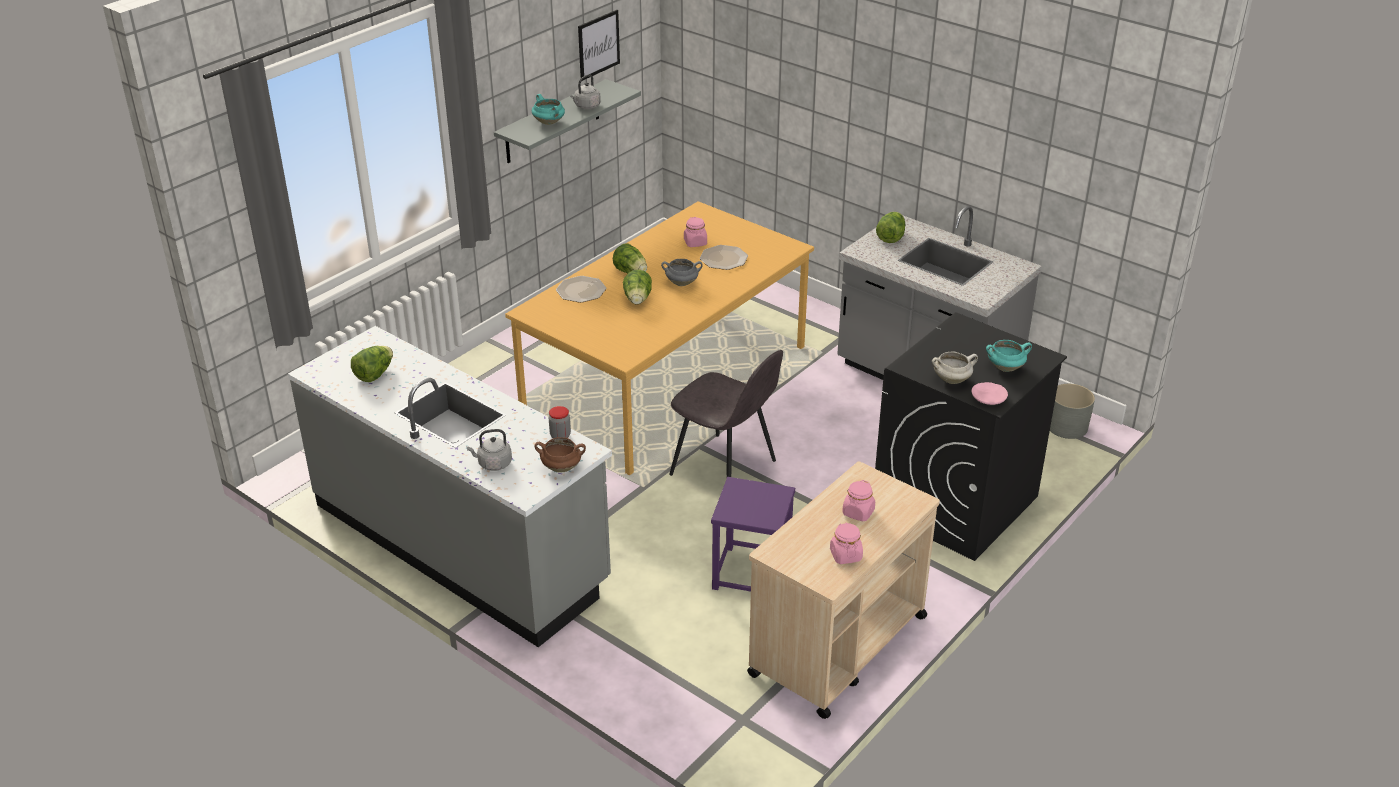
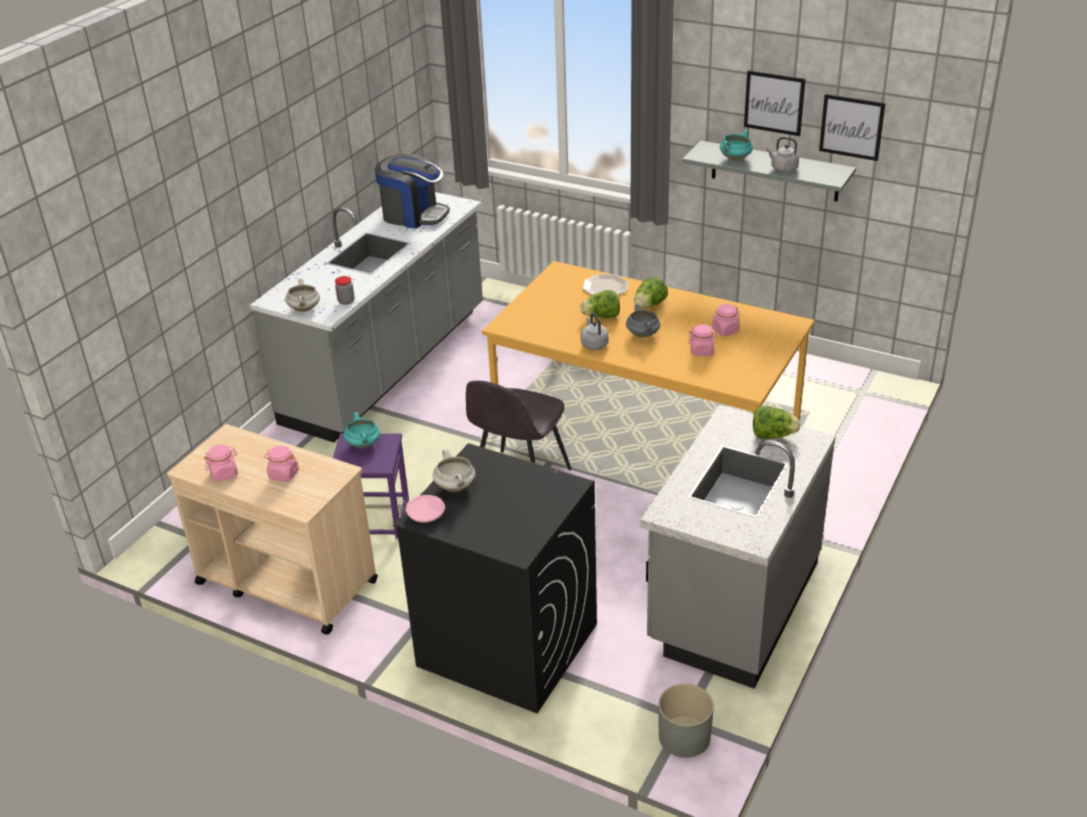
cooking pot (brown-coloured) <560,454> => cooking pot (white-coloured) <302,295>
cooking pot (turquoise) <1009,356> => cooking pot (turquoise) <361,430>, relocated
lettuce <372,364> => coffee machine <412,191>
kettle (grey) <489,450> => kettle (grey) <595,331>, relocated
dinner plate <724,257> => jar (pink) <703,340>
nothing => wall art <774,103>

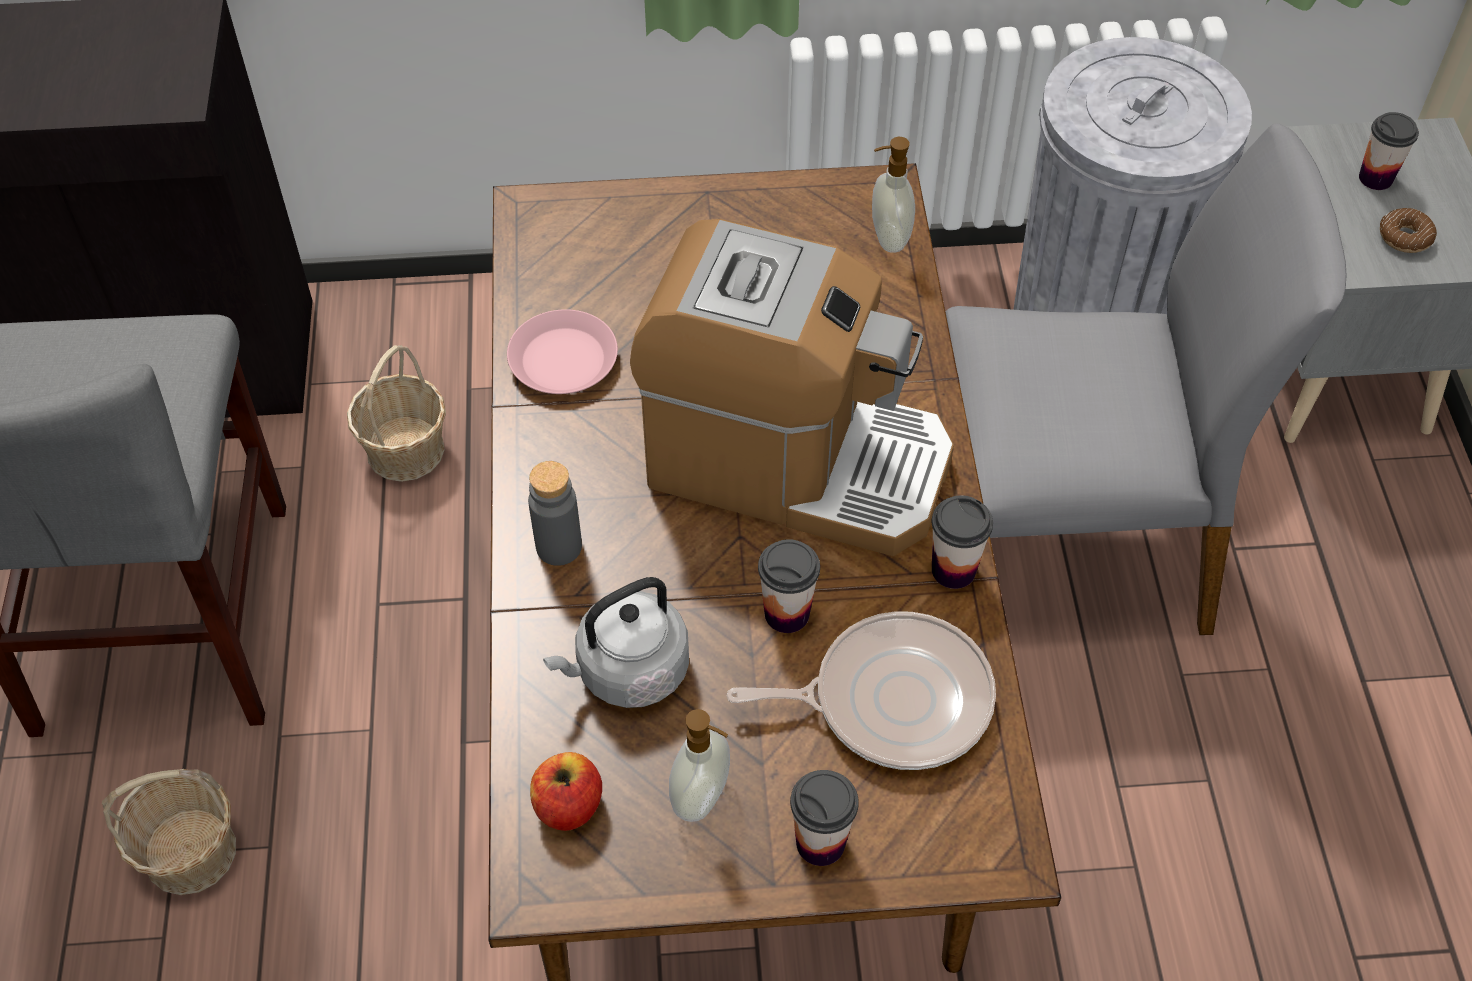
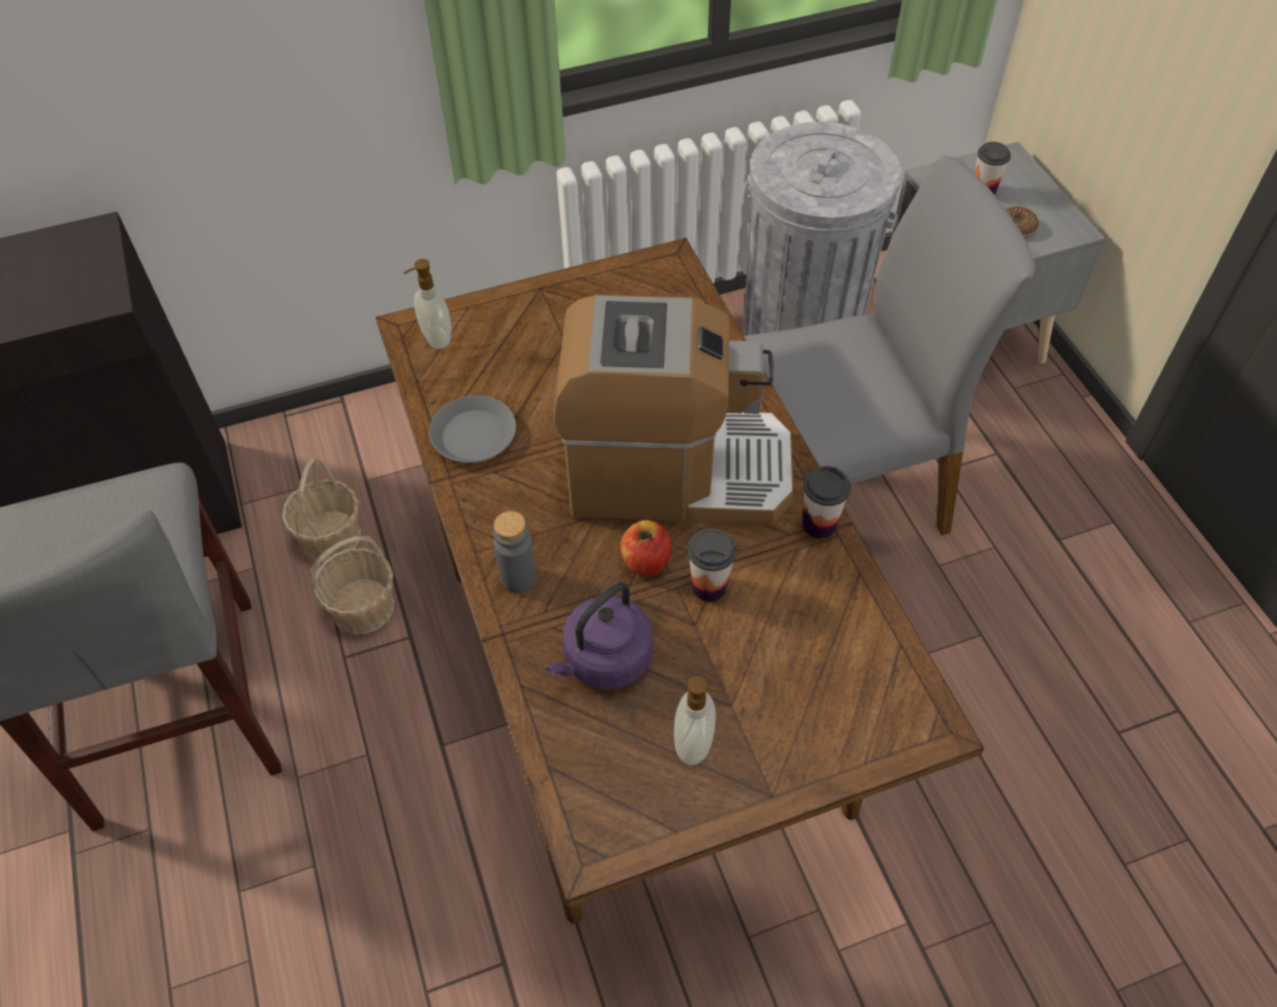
household basket <169,832> => household basket <351,585>, relocated
soap bottle <893,195> => soap bottle <427,304>, relocated
dinner plate (pink) <562,351> => dinner plate (grey) <472,429>
kettle (grey) <616,642> => kettle (purplish) <599,635>
apple <566,791> => apple <646,548>, relocated
skillet <861,690> => nothing
cup <824,818> => nothing

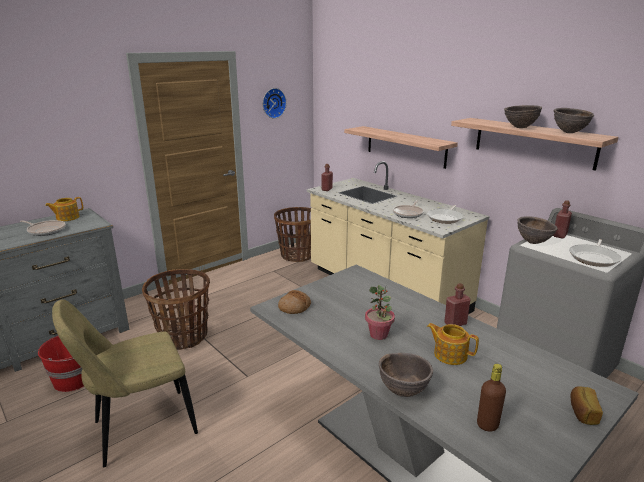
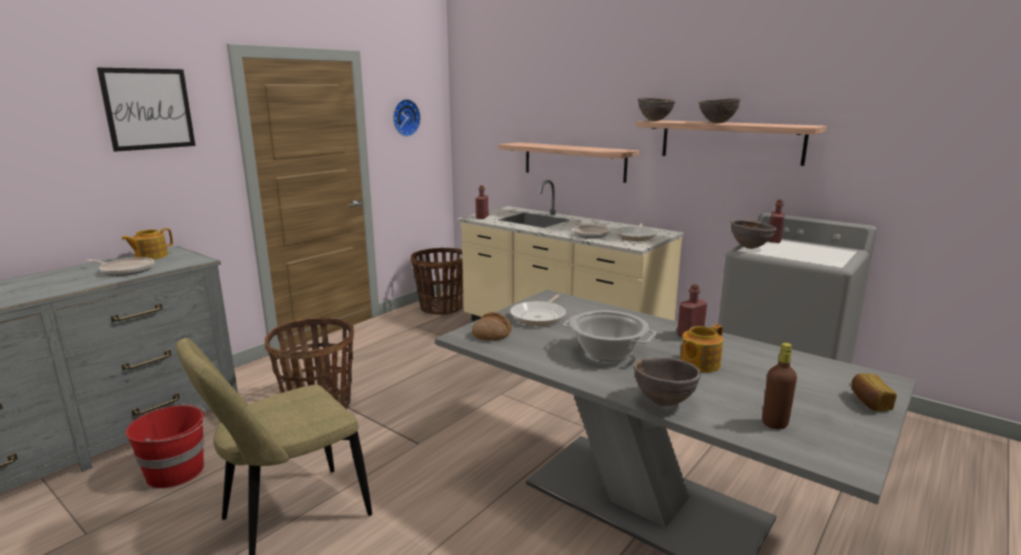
nothing => wall art <146,110>
skillet <595,253> => skillet <538,310>, relocated
potted plant <380,312> => cooking pot <609,336>
serving bowl (brown-coloured) <574,120> => serving bowl (brown-coloured) <656,109>, relocated
pot for tea <453,344> => pot for tea <701,348>, 60 degrees counterclockwise

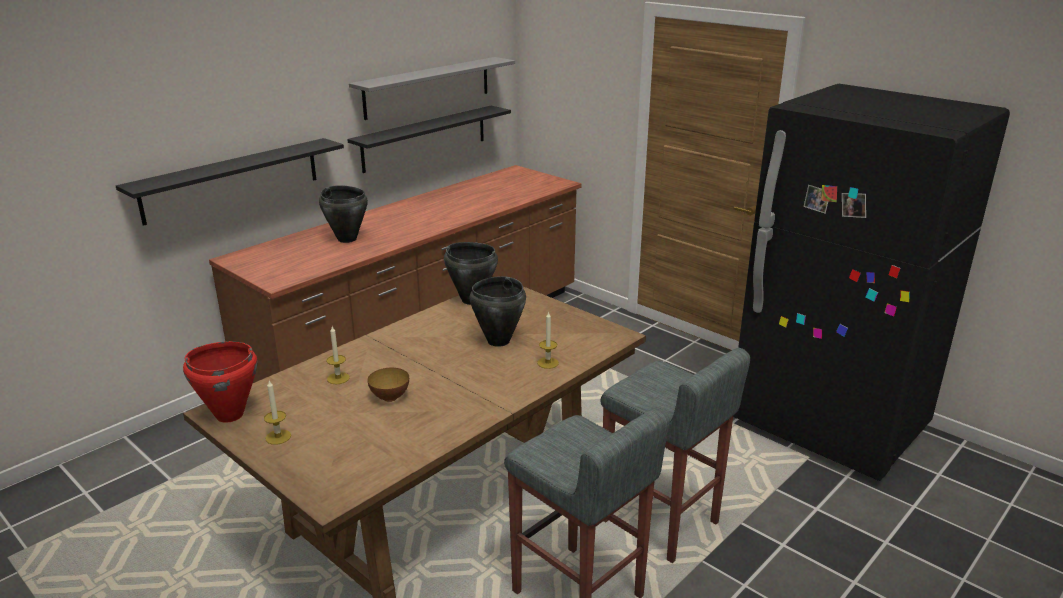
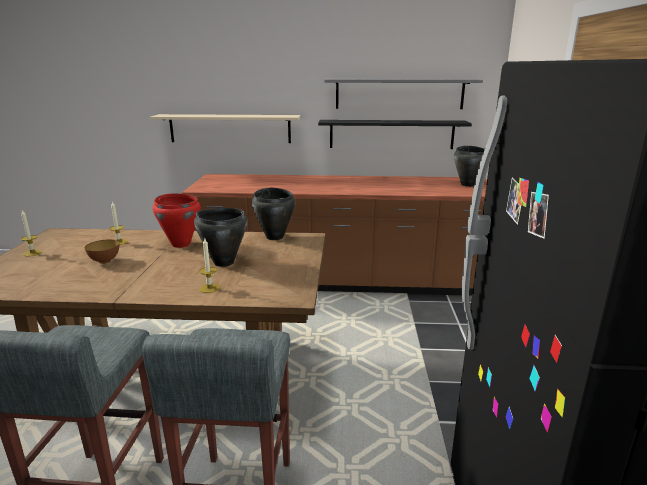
wall shelf (black-coloured) <230,182> => wall shelf (beige-coloured) <225,128>
cooking pot (red-coloured) <220,382> => cooking pot (red-coloured) <177,221>, relocated
cooking pot (black-coloured) <343,214> => cooking pot (black-coloured) <469,166>, relocated

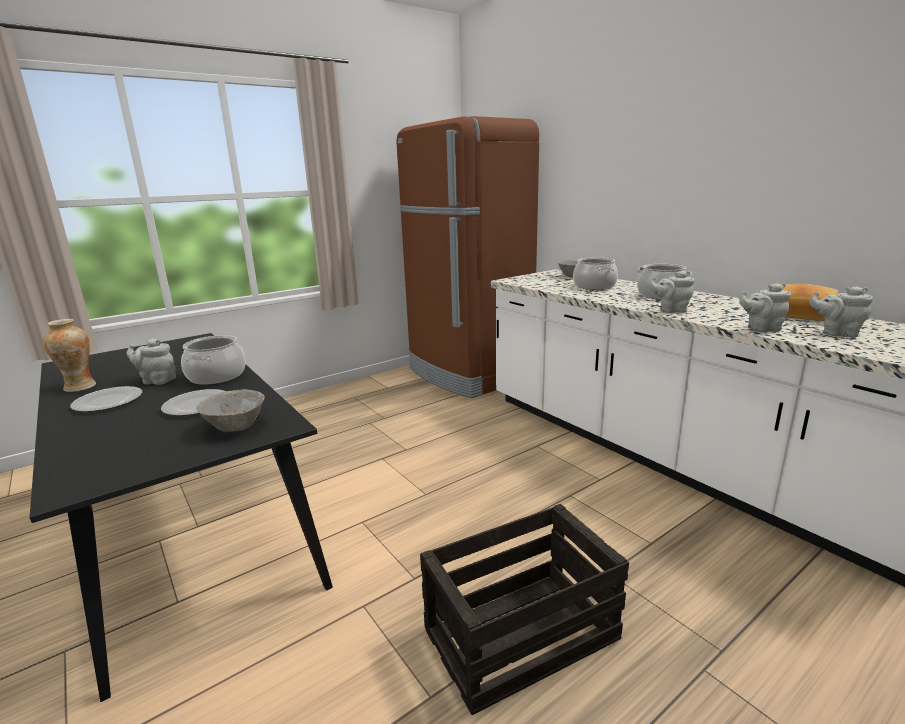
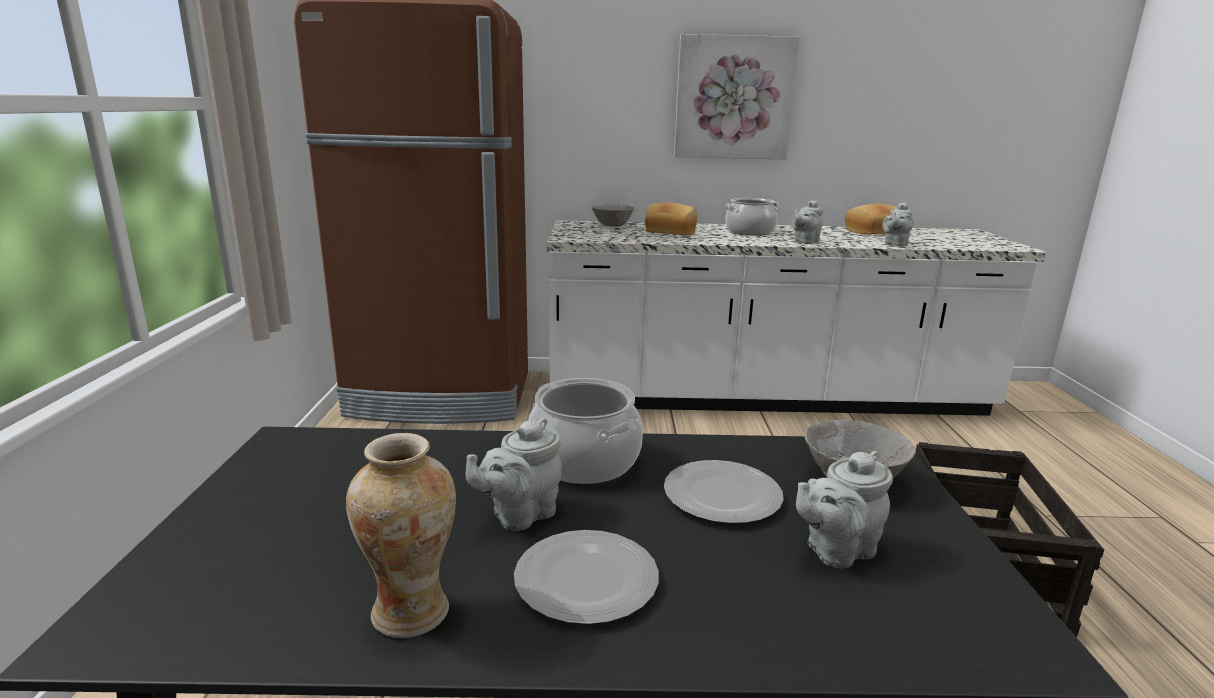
cooking pot <595,274> => baked bread <671,219>
nothing => wall art <736,97>
pot for tea (grey) <841,311> => pot for tea (grey) <844,509>, relocated

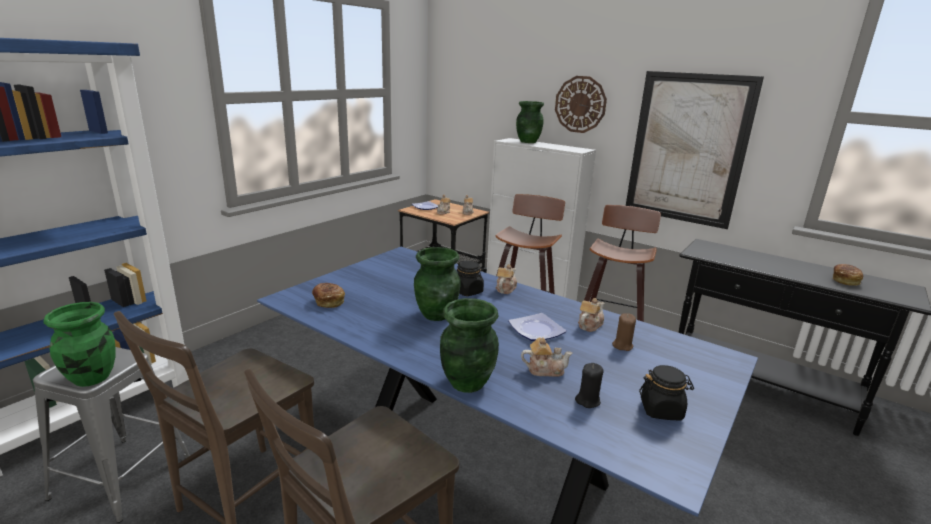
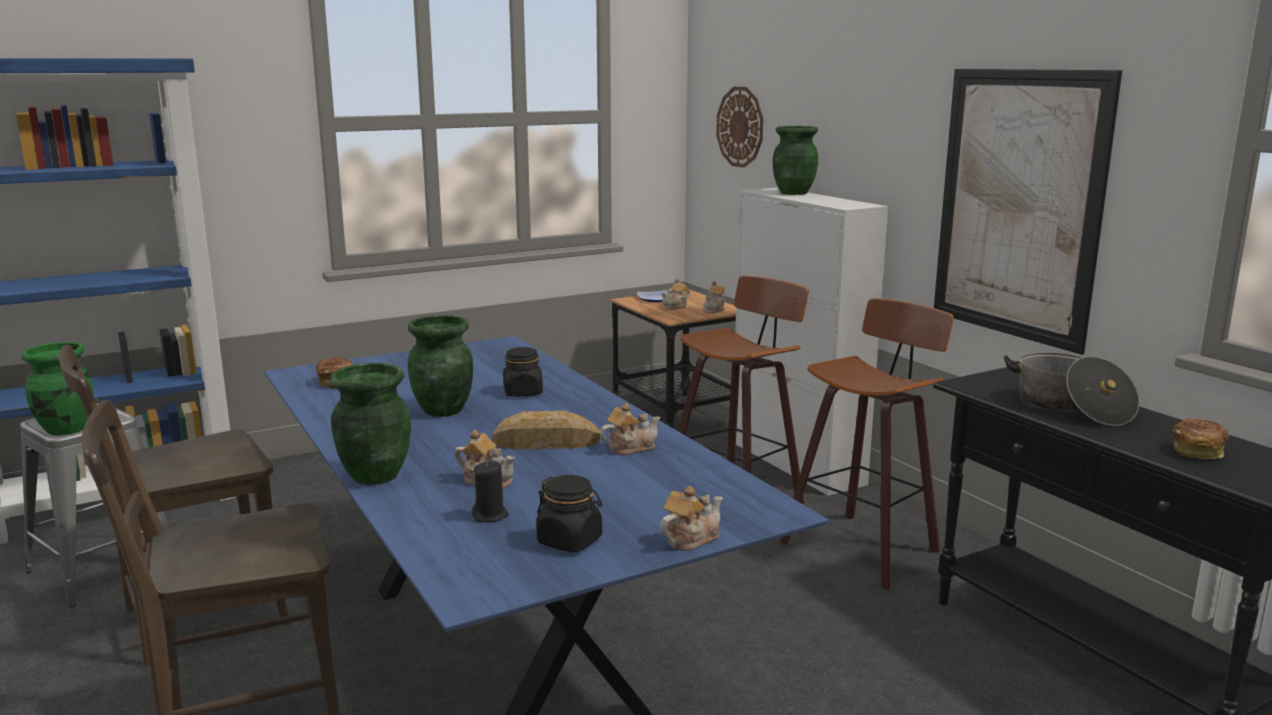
dinner plate <537,327> => baked bread <546,430>
pot for tea <506,279> => pot for tea <691,518>, relocated
clock on the wall <581,104> => clock on the wall <739,127>, relocated
nothing => cooking pot <1072,389>
candle (brown-coloured) <624,332> => nothing

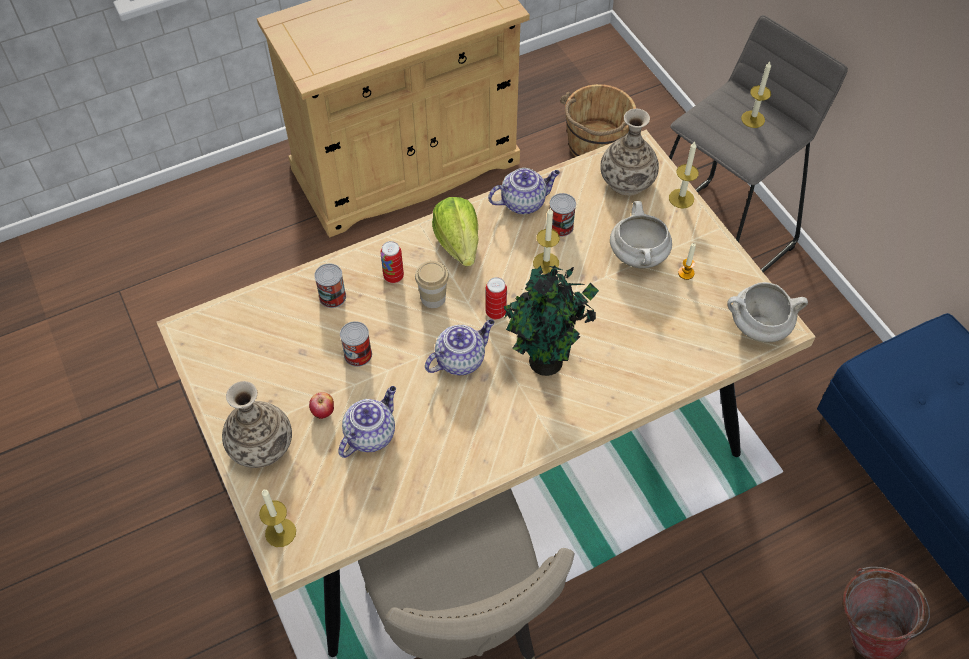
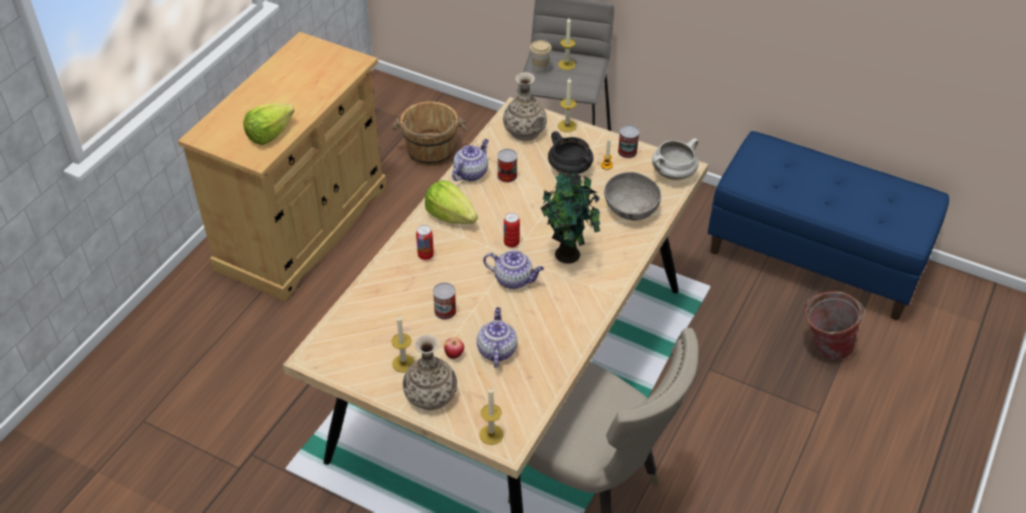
nothing => lettuce <268,124>
candle <546,240> => candle <403,344>, relocated
pot for tea <459,347> => pot for tea <513,269>, 90 degrees clockwise
cup <432,284> => cup <541,56>, relocated
cooking pot (white-coloured) <641,234> => cooking pot (black-coloured) <570,153>
nothing => serving bowl (grey) <632,196>
metal can <330,285> => metal can <628,141>, relocated

